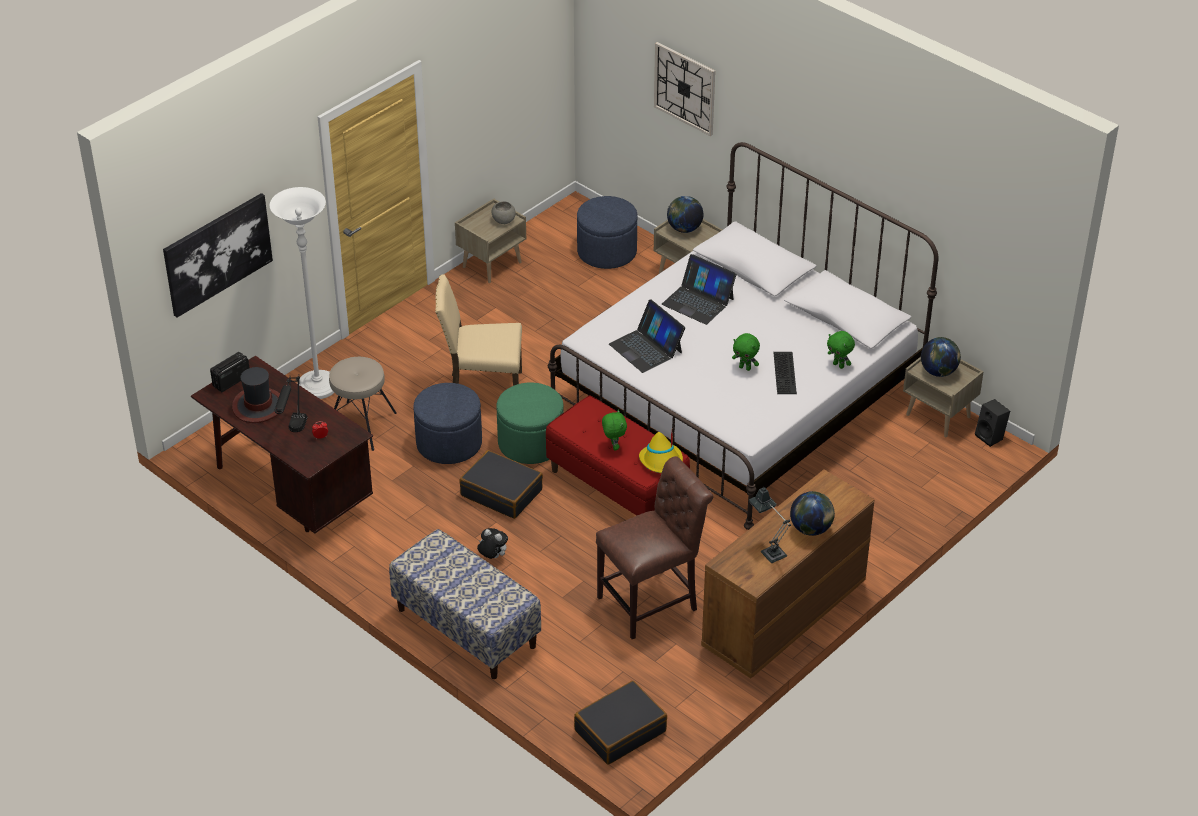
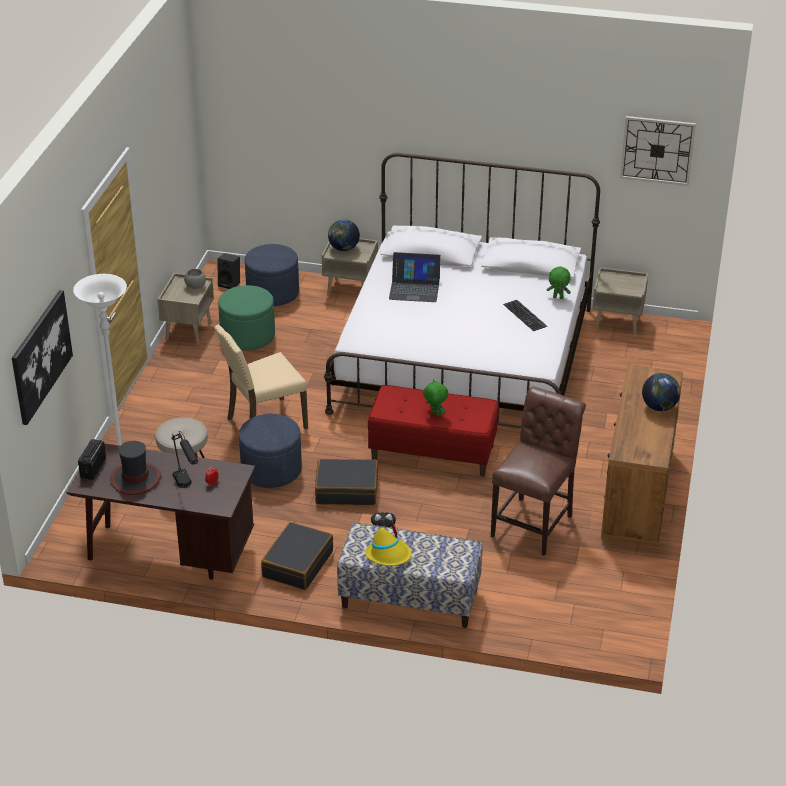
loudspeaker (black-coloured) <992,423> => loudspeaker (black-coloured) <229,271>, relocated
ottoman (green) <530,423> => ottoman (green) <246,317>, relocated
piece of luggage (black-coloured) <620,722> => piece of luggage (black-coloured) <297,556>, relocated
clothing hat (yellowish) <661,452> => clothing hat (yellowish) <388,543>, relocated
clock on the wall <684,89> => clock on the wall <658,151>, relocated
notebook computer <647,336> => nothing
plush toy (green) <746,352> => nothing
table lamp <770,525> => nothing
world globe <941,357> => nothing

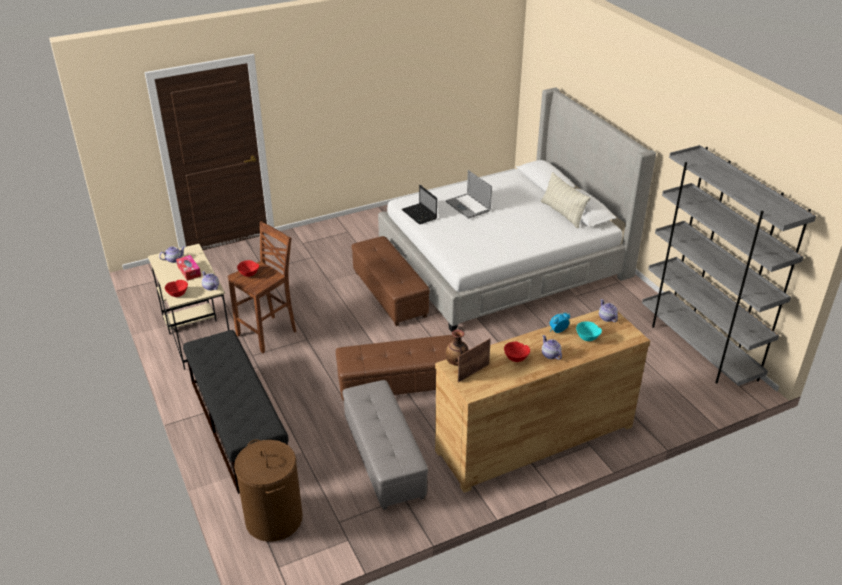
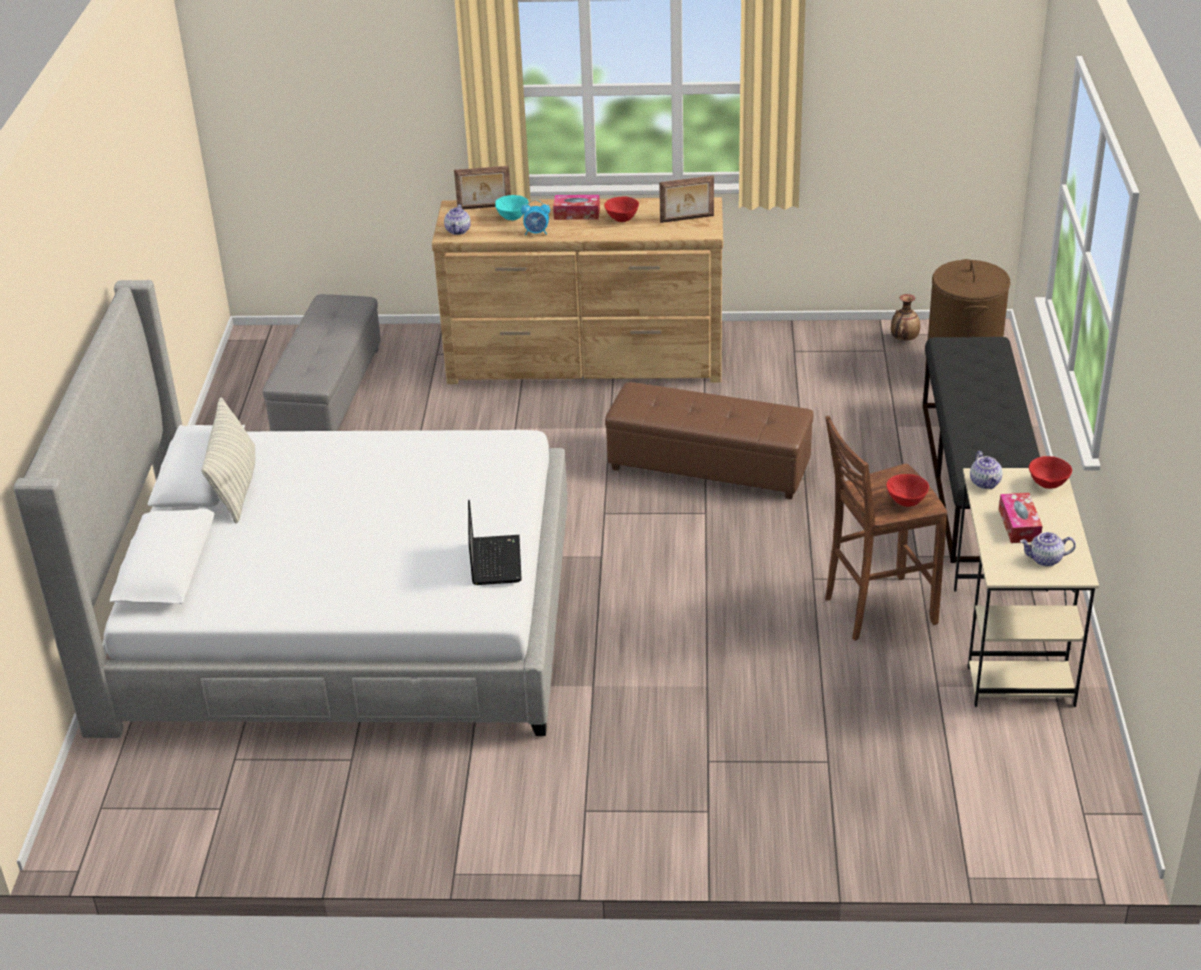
ottoman (grey) <385,445> => ottoman (grey) <322,362>, relocated
nothing => standing frame <482,187>
pot for tea <552,347> => box of tissues <576,207>
decorative vase <457,347> => decorative vase <905,317>, relocated
ottoman (brown-coloured) <390,281> => nothing
notebook computer <469,194> => nothing
shelving unit (grey) <729,265> => nothing

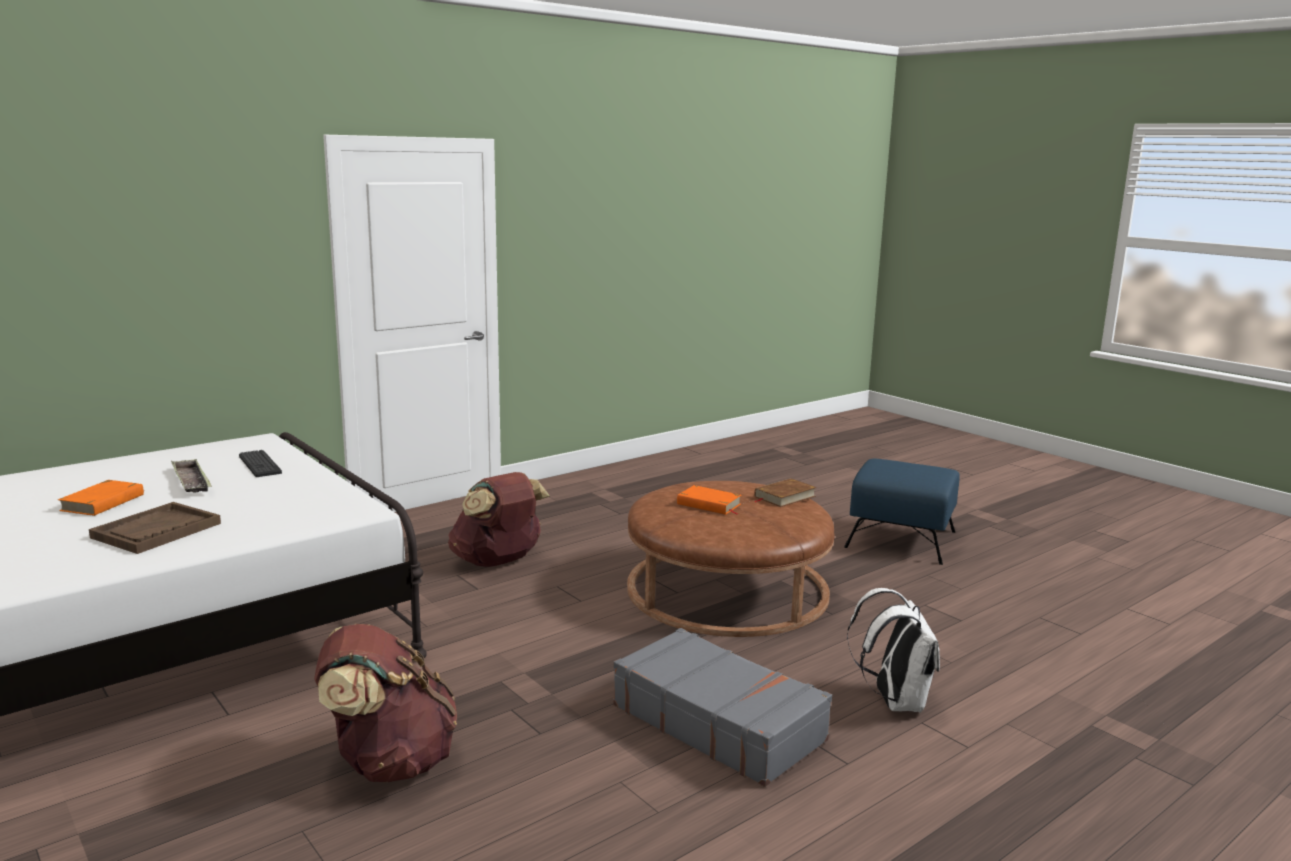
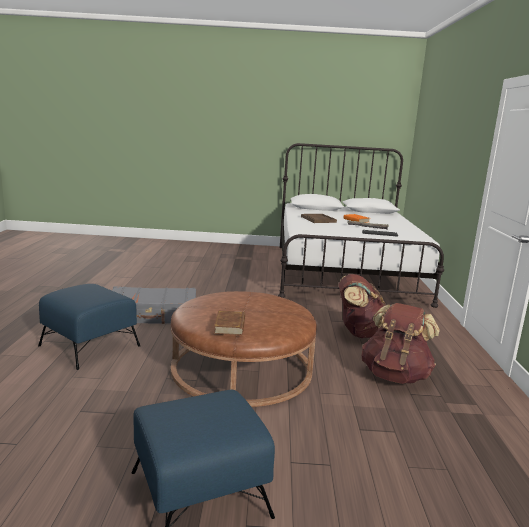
rucksack (white-coloured) <893,650> => ottoman (blue) <89,327>
rucksack (brown-coloured) <385,703> => rucksack (brown-coloured) <400,343>, relocated
book (orangey) <709,500> => nothing

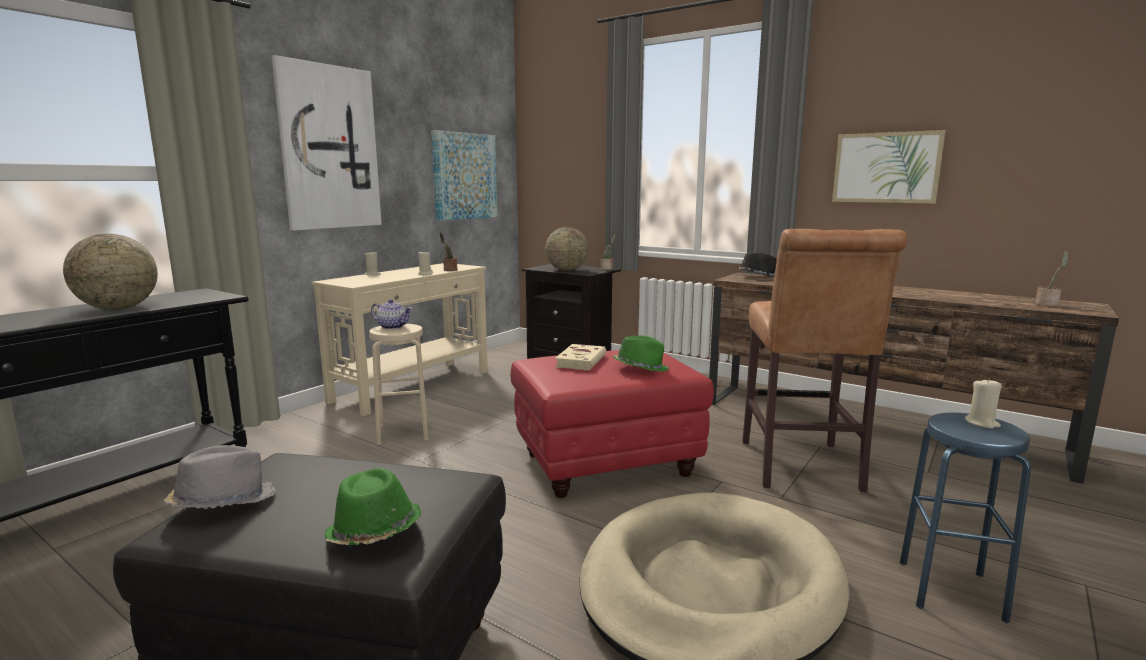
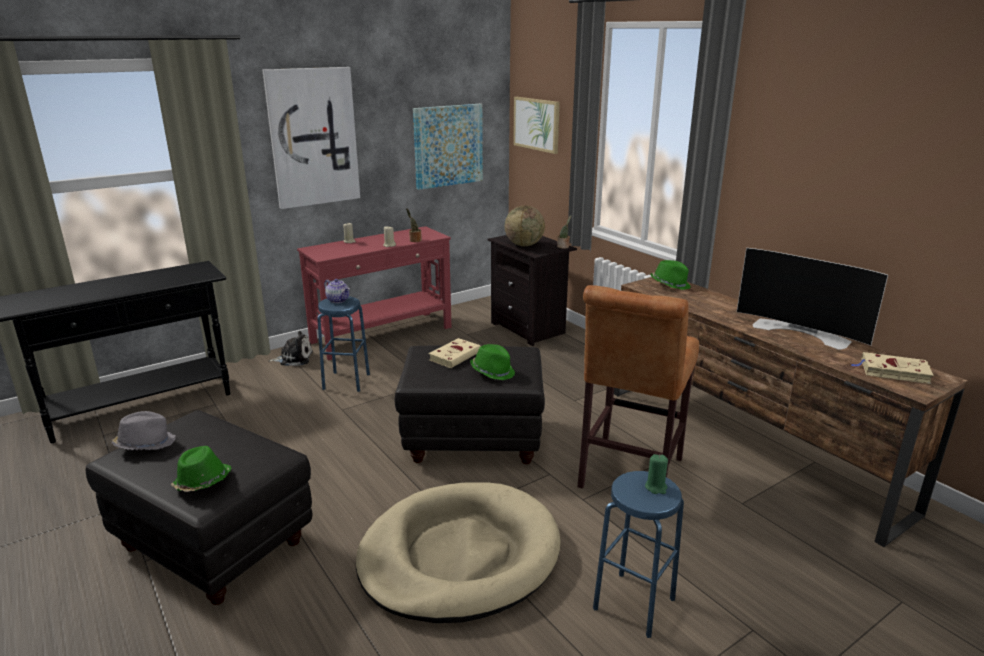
nothing => plush toy <291,348>
console table (beige-coloured) <399,339> => console table (red-coloured) <374,293>
stool (beige-coloured) <398,384> => stool (blue) <343,344>
ottoman (red-coloured) <612,424> => ottoman (black-coloured) <470,405>
wall art <889,167> => wall art <536,125>, relocated
candle (beige-coloured) <983,403> => candle (green) <656,474>
clothing hat (black-coloured) <757,265> => clothing hat (green) <670,275>
nothing => TV <812,299>
potted plant <1052,278> => book (beige-coloured) <892,368>
world globe <110,272> => nothing

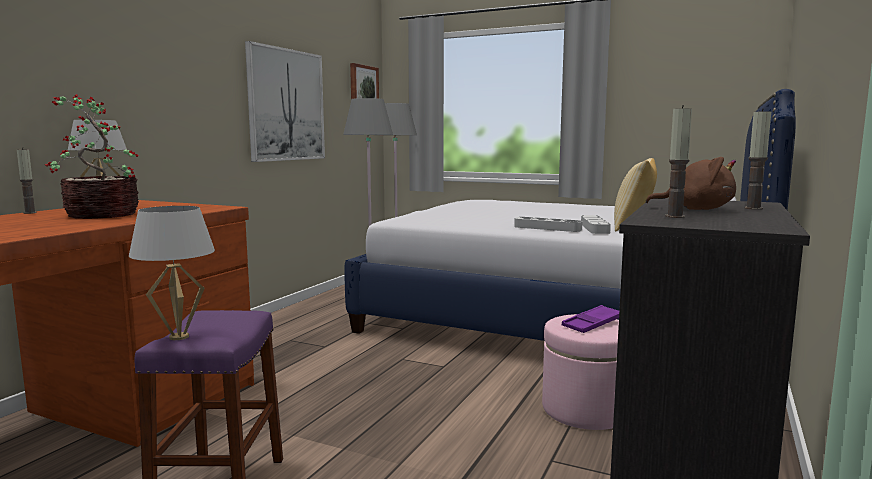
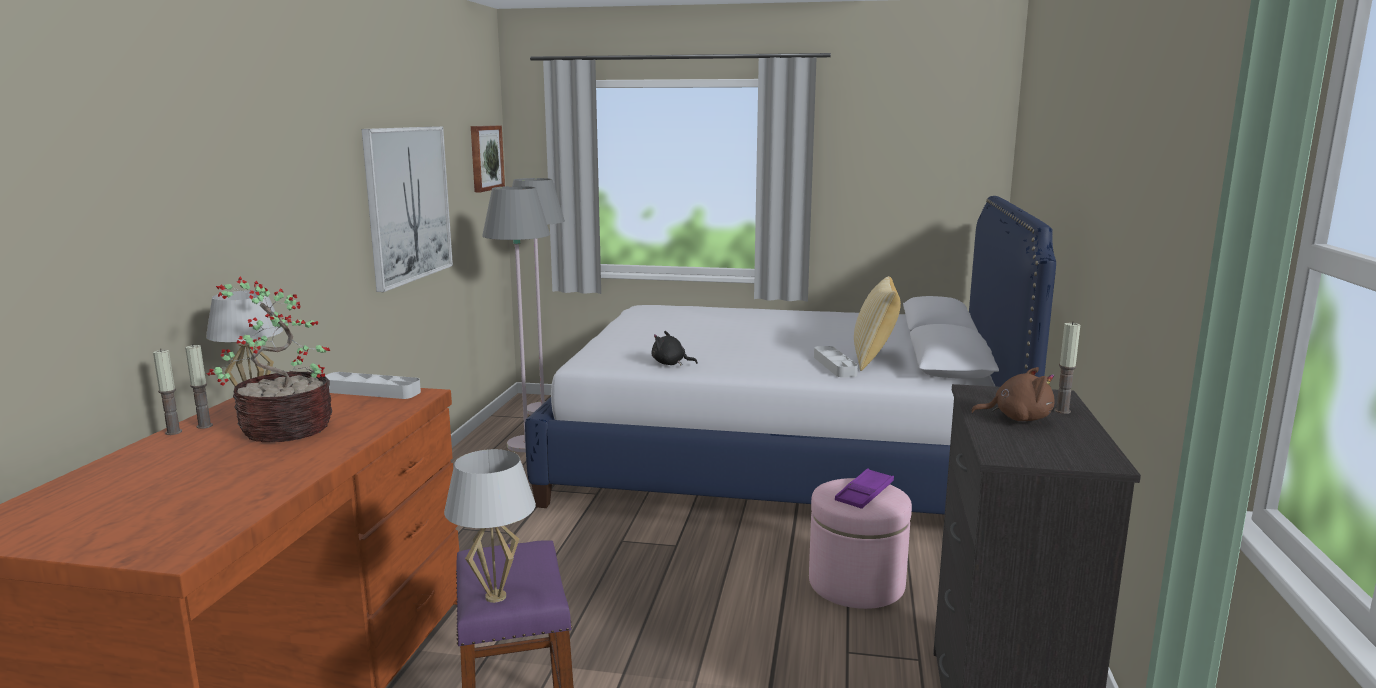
candle <678,161> => candle <199,386>, relocated
tray (grey) <548,224> => tray (grey) <373,385>, relocated
nothing => plush toy (black-coloured) <675,348>

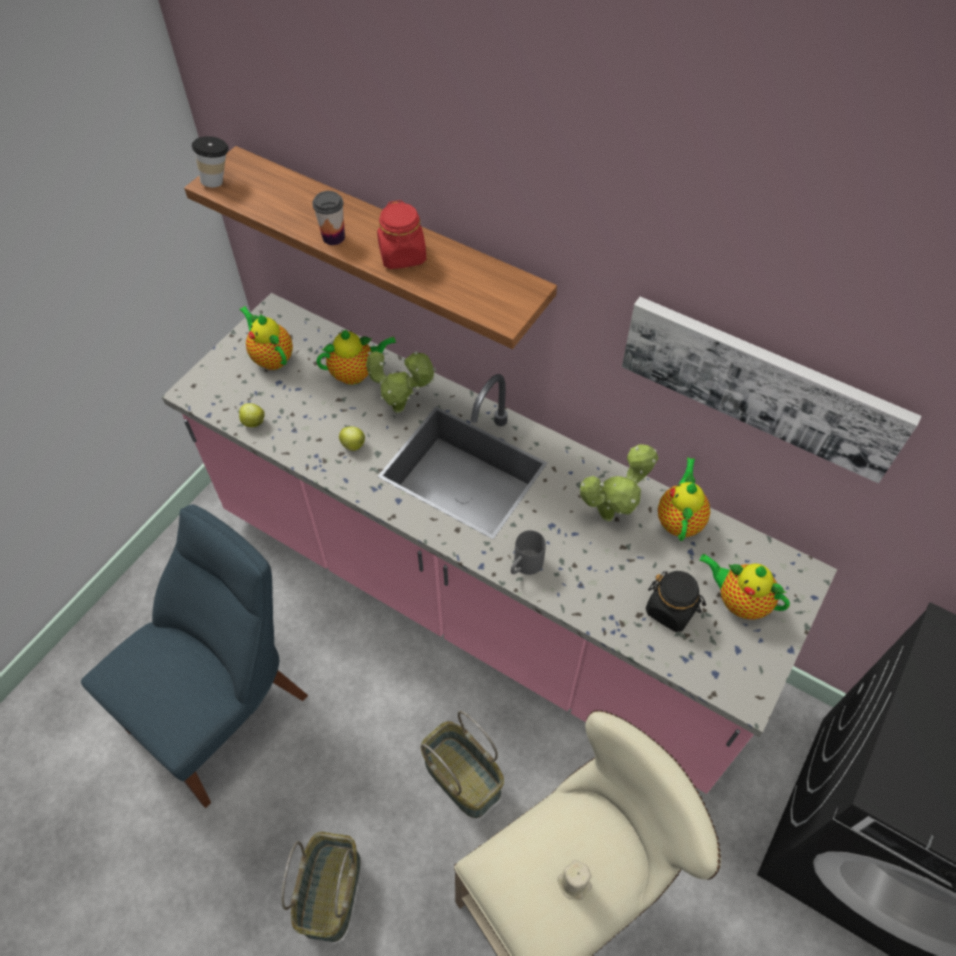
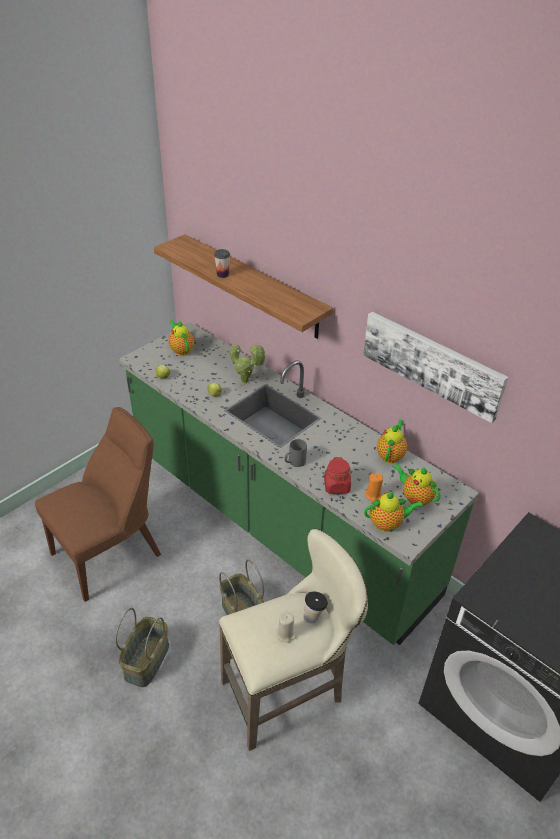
upright chair (blue) <194,656> => upright chair (brown-coloured) <98,504>
kitchen counter (pink) <499,543> => kitchen counter (green) <298,483>
cup <210,161> => cup <315,607>, relocated
jar (red-coloured) <401,234> => jar (red-coloured) <337,475>, relocated
pot for tea <356,357> => pot for tea <393,511>, relocated
jar (black-coloured) <676,601> => candle (orangey) <374,487>
potted plant <619,482> => nothing

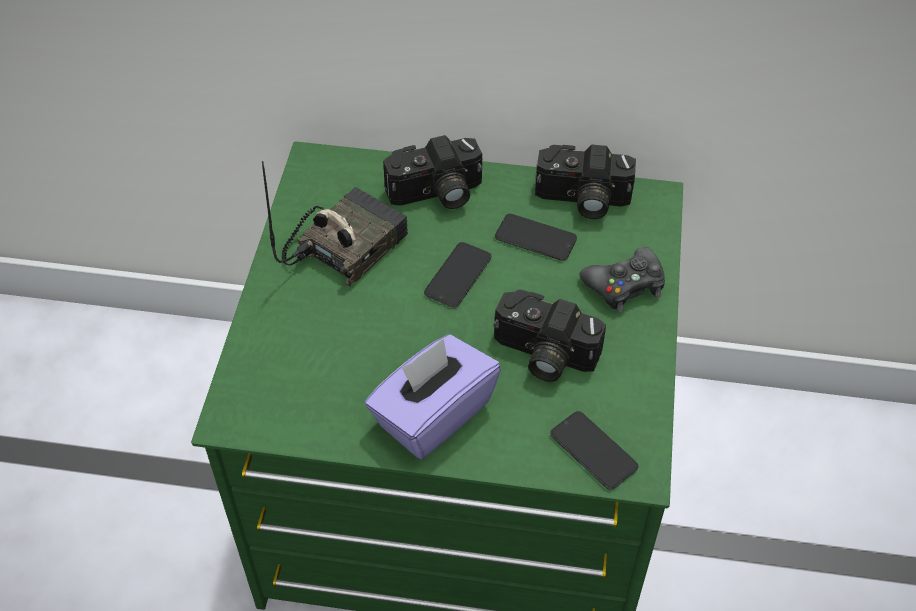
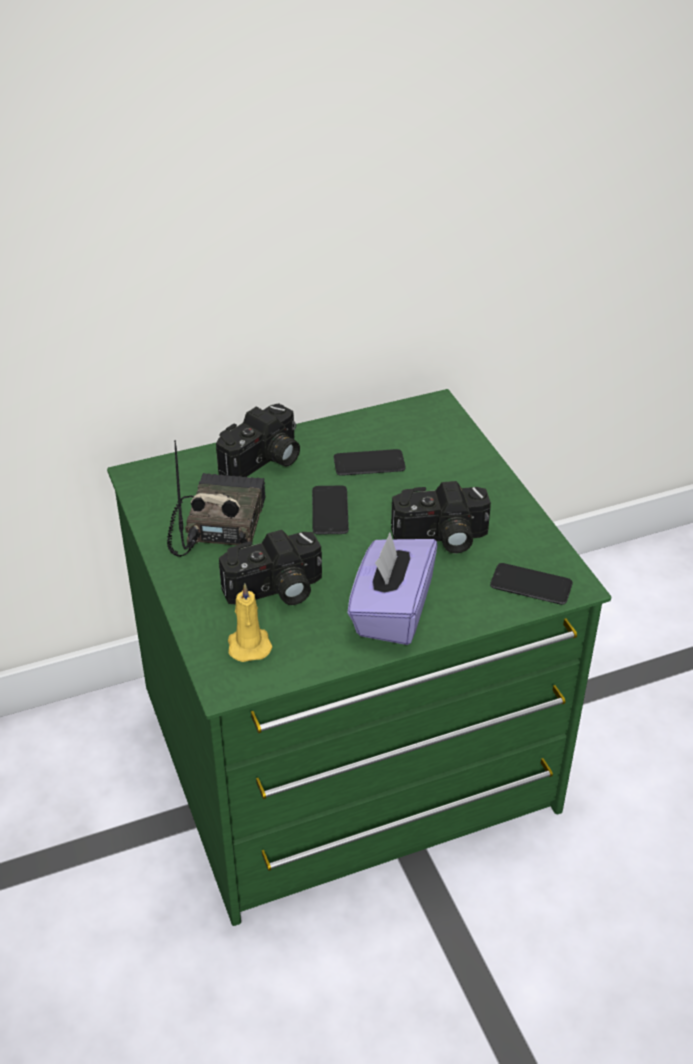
photo camera <585,182> => photo camera <270,567>, relocated
nothing => candle (yellowish) <250,622>
joypad (black-coloured) <622,279> => nothing

